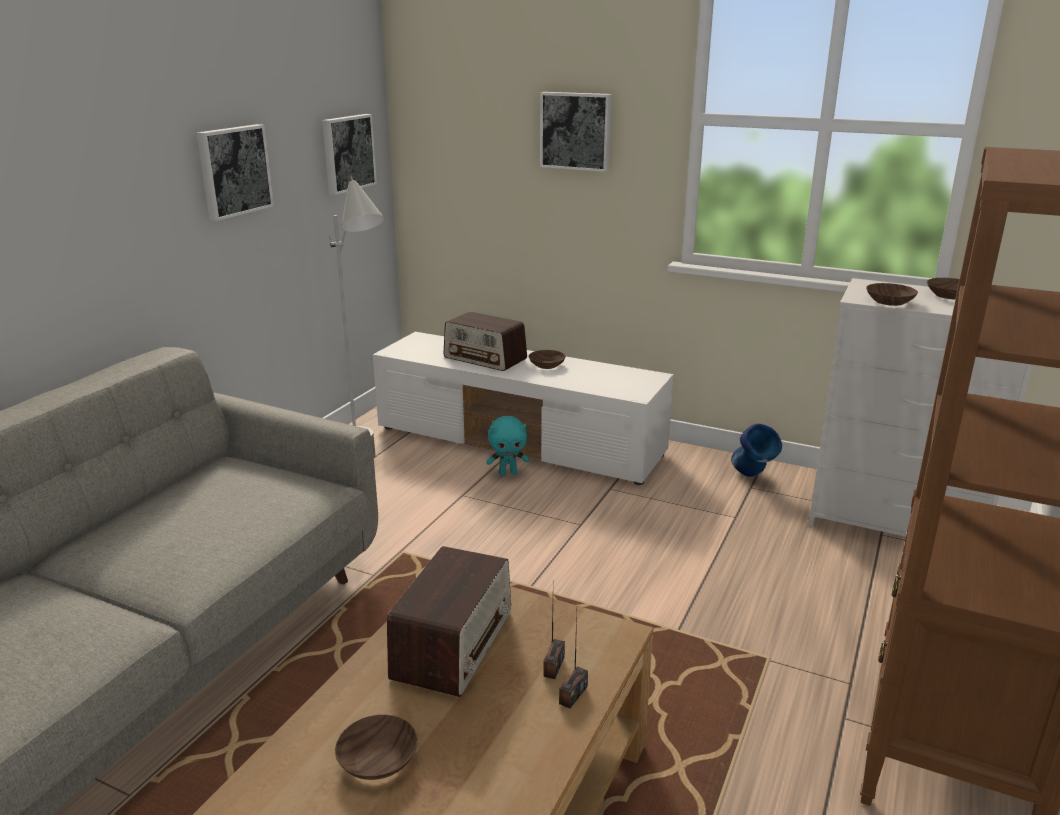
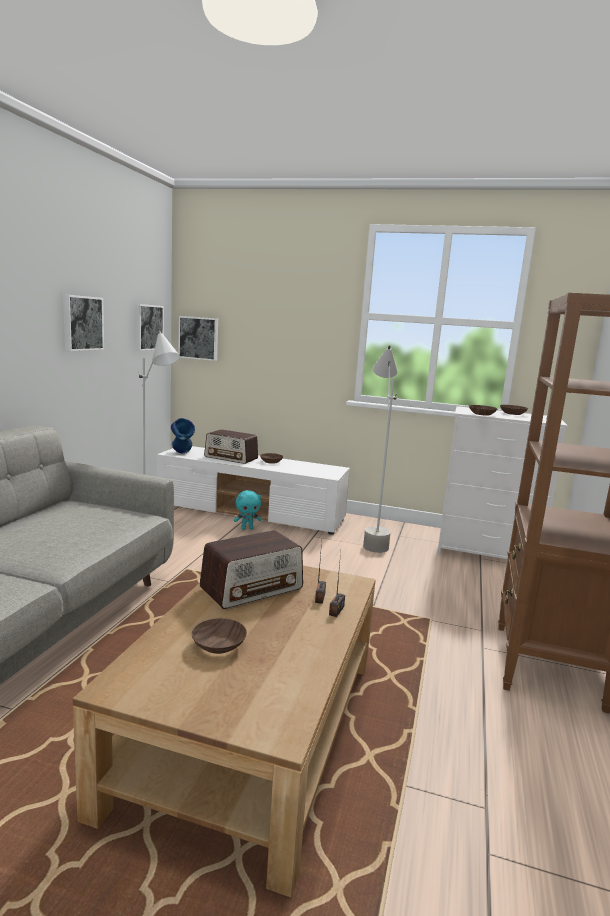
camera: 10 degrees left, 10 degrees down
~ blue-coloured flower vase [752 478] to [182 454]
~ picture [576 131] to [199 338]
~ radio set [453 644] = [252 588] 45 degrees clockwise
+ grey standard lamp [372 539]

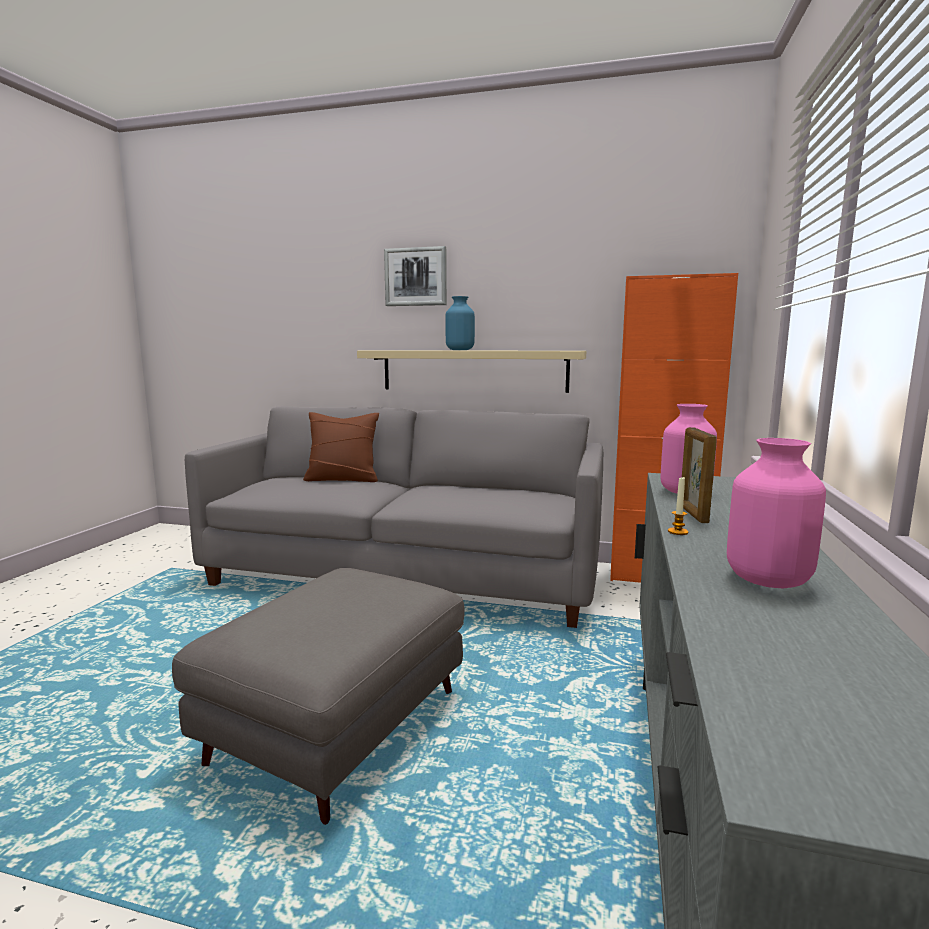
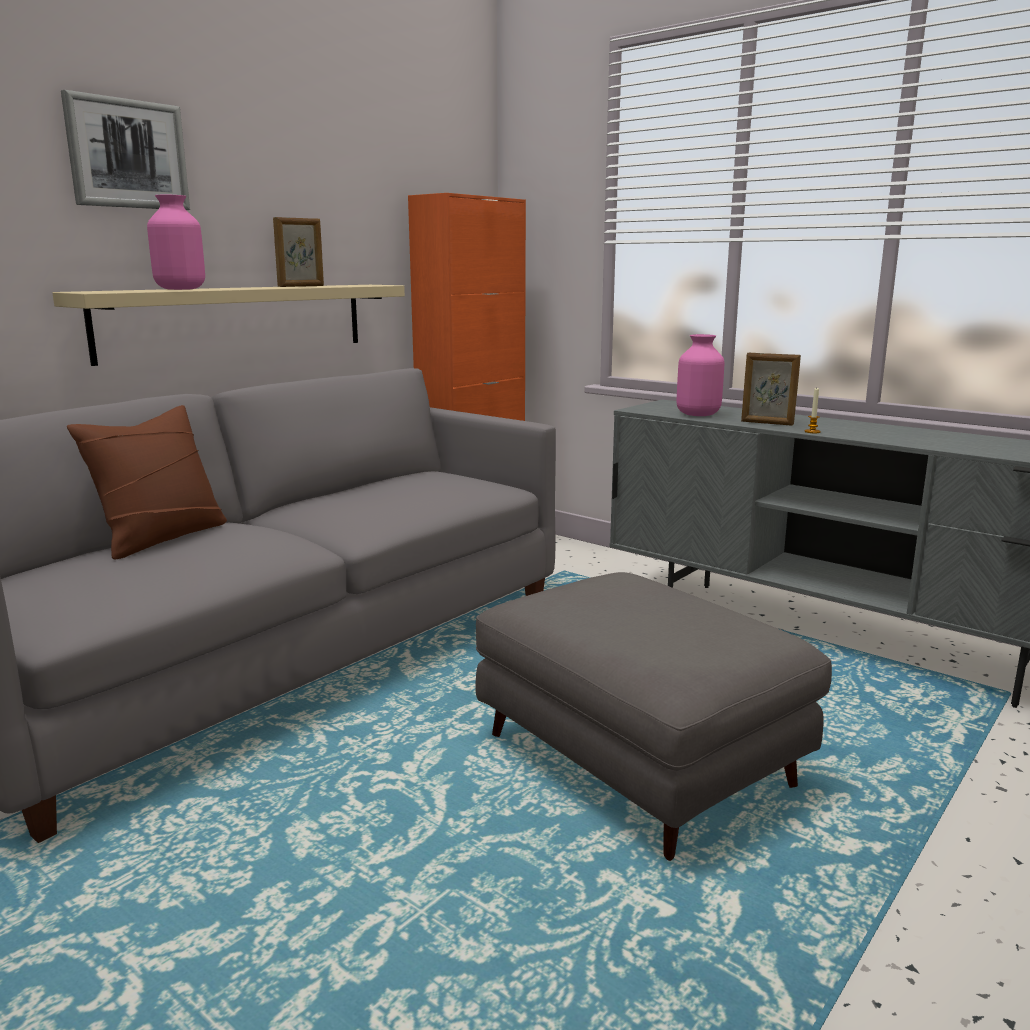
camera: 65 degrees left, 5 degrees up
~ pink-coloured flower vase [767 579] to [180 289]
+ photo frame [301 286]
- blue-coloured flower vase [459 350]

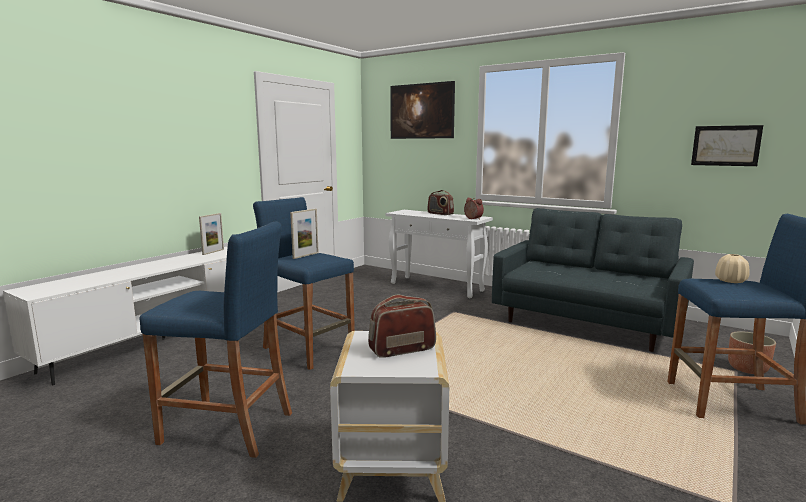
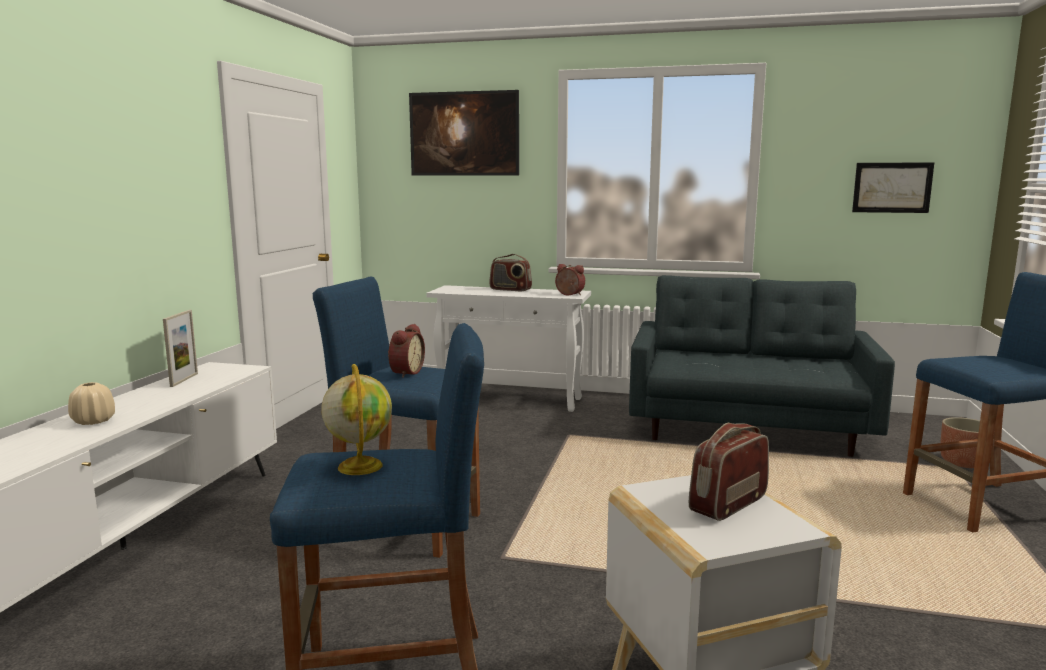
camera: 20 degrees left, 0 degrees up
~ beige-coloured flower vase [730 281] to [93 421]
+ world globe [359 466]
~ photo frame [305 255] to table clock [405 373]

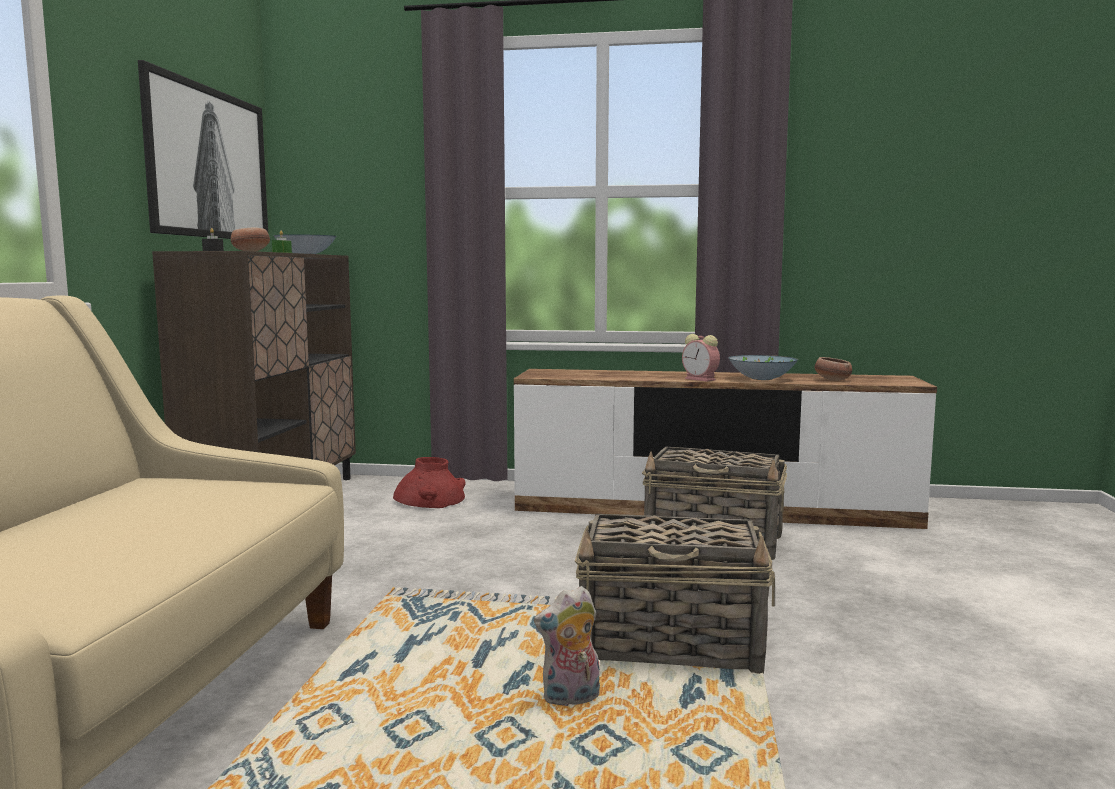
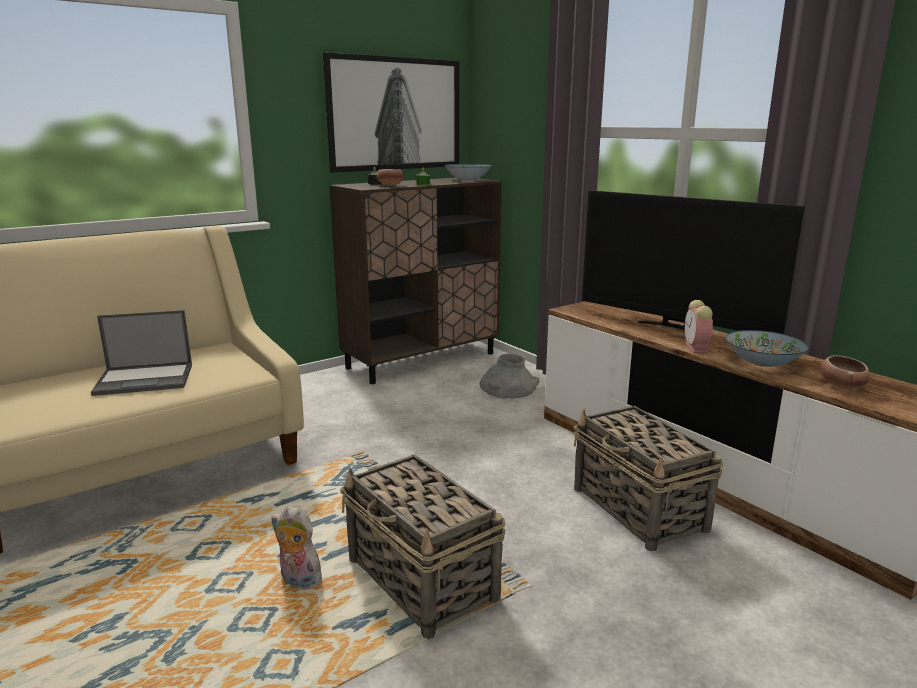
camera: 45 degrees right, 10 degrees up
+ laptop [146 379]
~ red flower vase [430 499] to grey flower vase [508 388]
+ TV set [673 327]

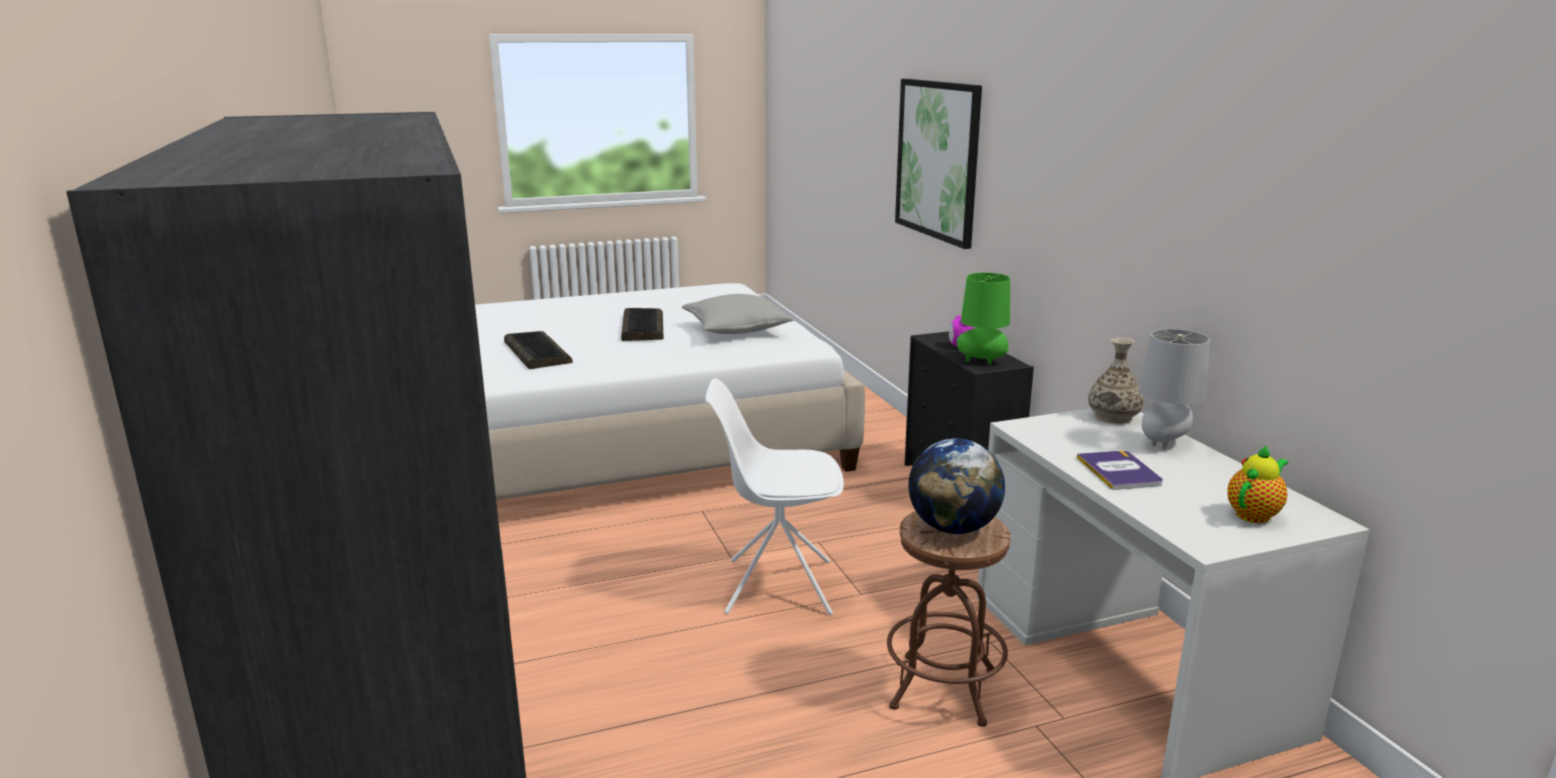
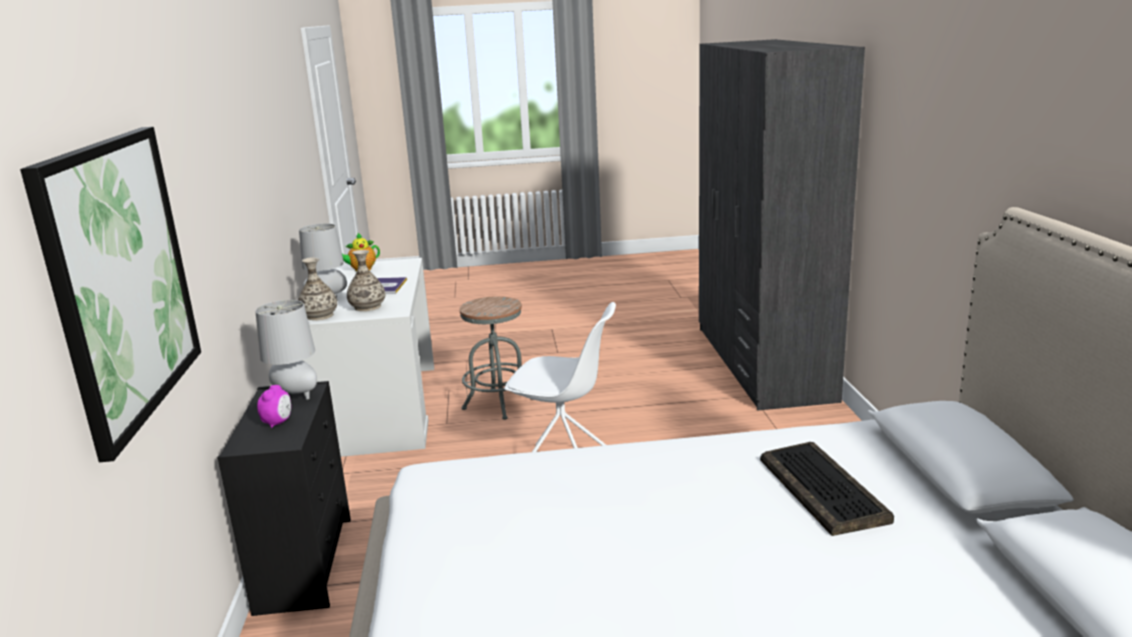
camera: 165 degrees left, 0 degrees up
~ green tabletop lamp [982 362] to grey tabletop lamp [295 396]
+ flower vase [368 307]
~ brown sitting stool [943 689] to grey sitting stool [498 404]
- PC keyboard [642 326]
- grey cushion [736 330]
- world globe [953 528]

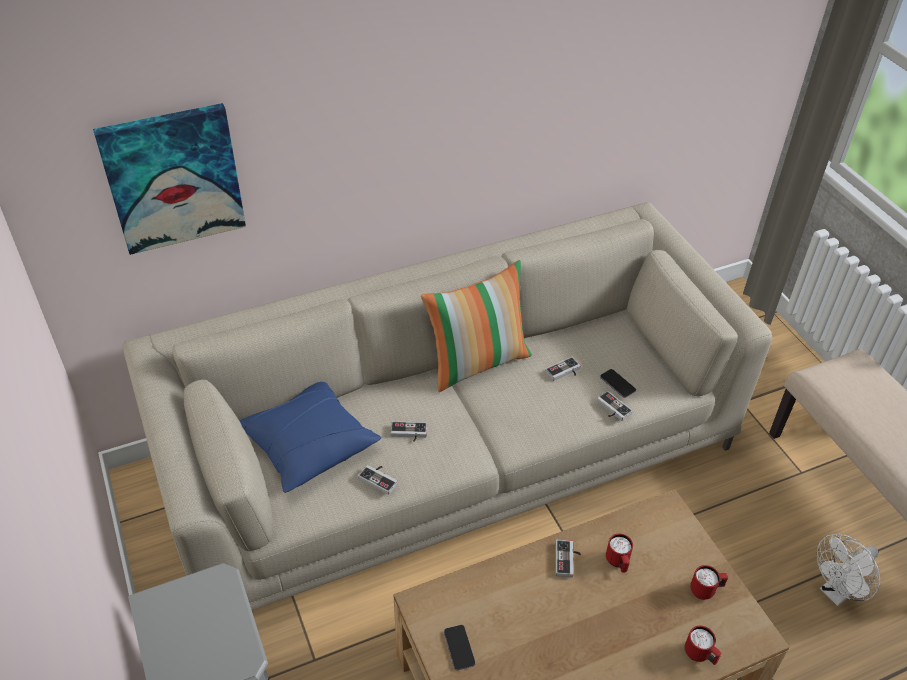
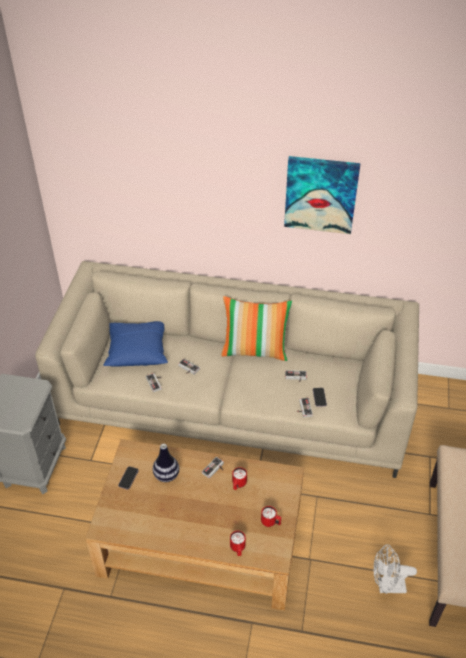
camera: 35 degrees right, 0 degrees up
+ flower vase [166 475]
~ picture [173 178] to [321 194]

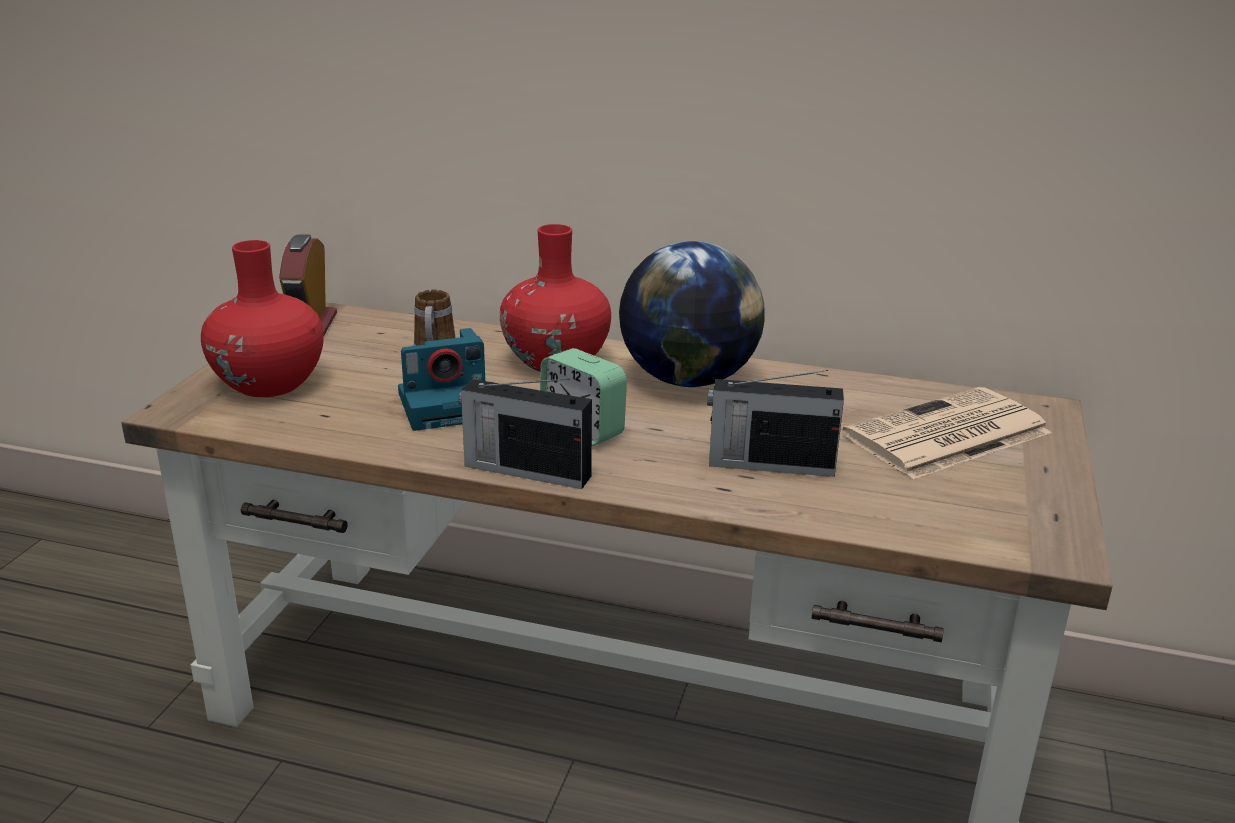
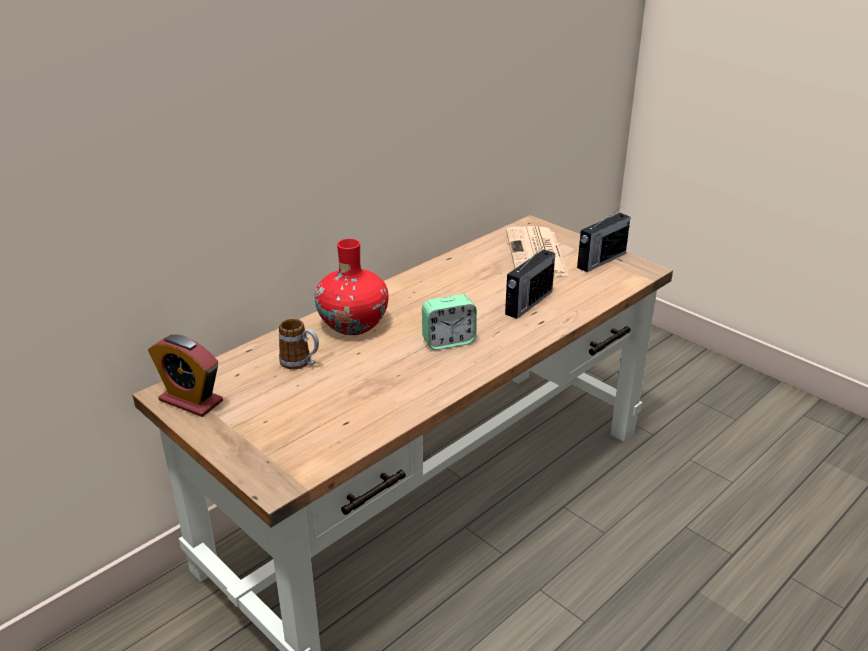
camera: 60 degrees left, 5 degrees up
~ radio set [525 470] to [600 260]
- red flower vase [269 384]
- still camera [447 405]
- world globe [687 380]

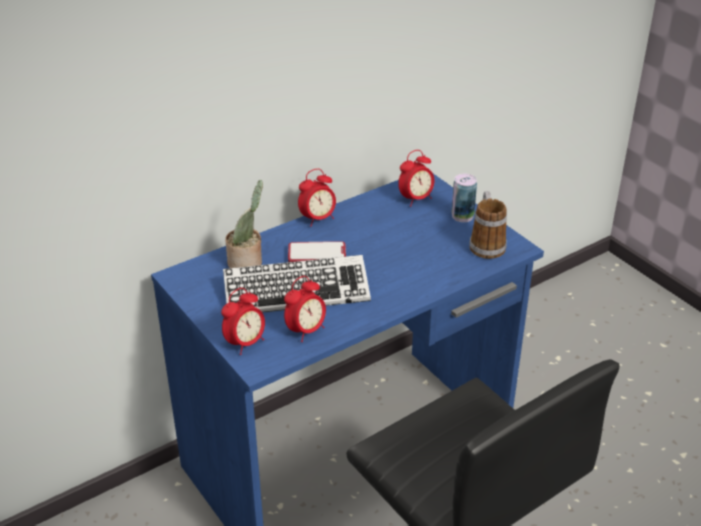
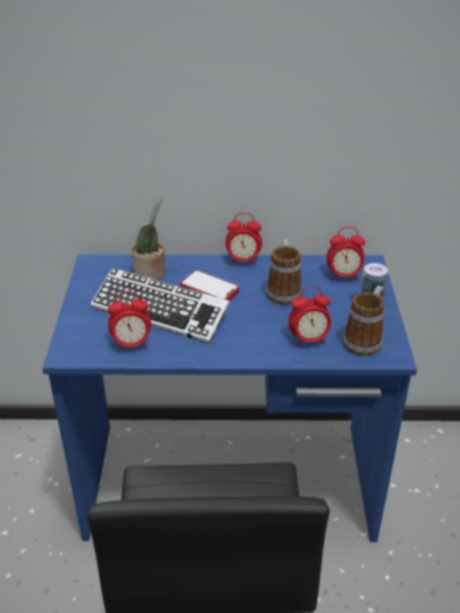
camera: 35 degrees right, 0 degrees up
+ tea mug [283 290]
~ table clock [245 343] to [308 340]

